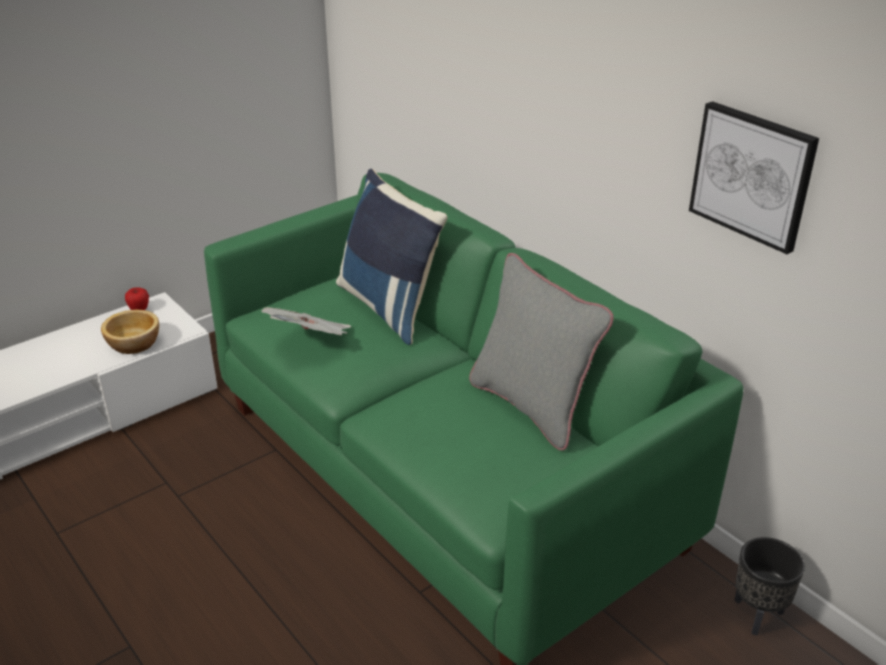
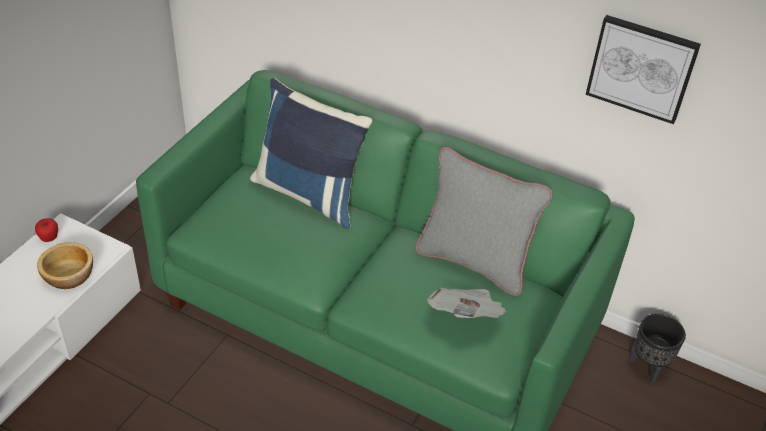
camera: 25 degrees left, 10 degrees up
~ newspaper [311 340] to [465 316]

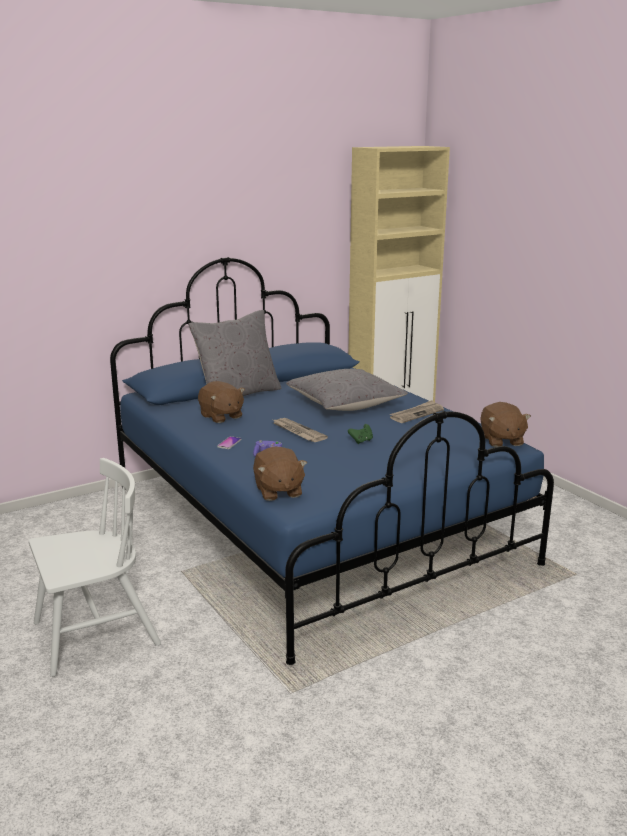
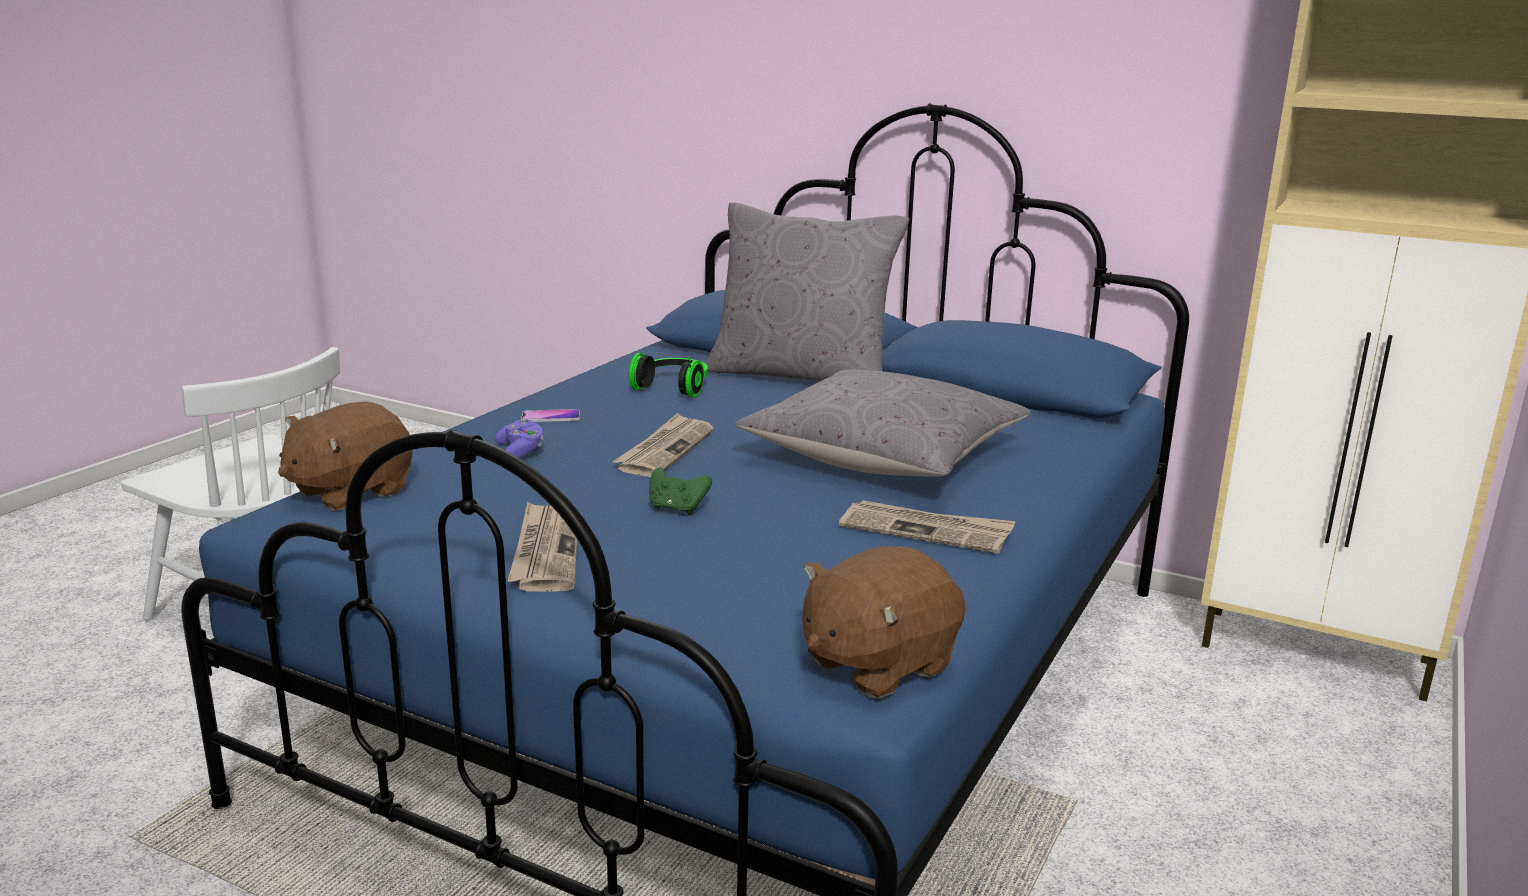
camera: 60 degrees right, 0 degrees up
+ newspaper [545 551]
~ brown cuddly toy [221 416] to headset [673 388]

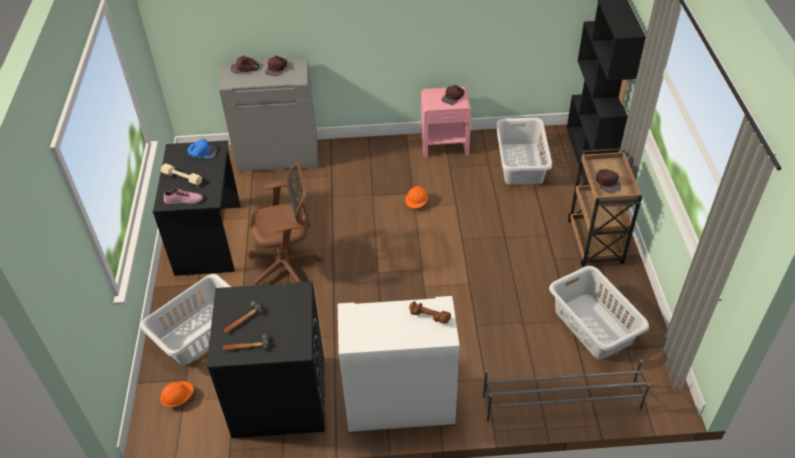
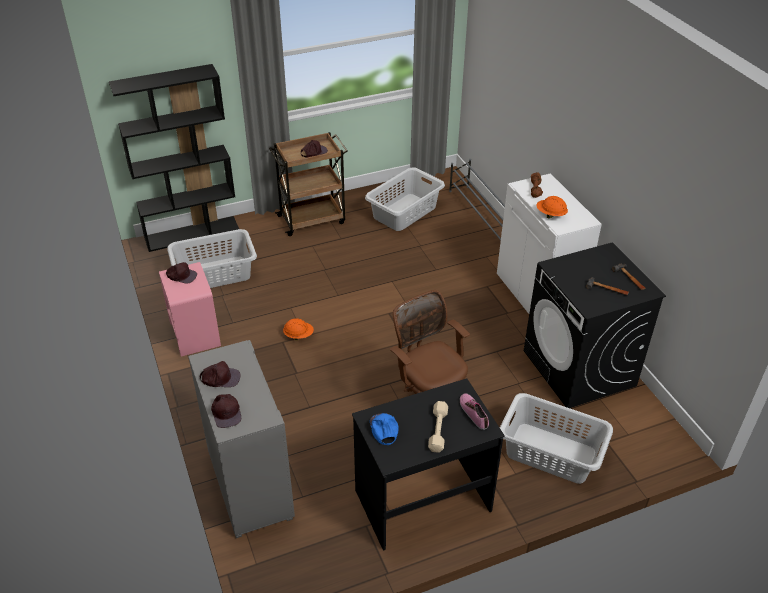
camera: 110 degrees left, 5 degrees down
~ orange hard hat [178 398] to [550 215]

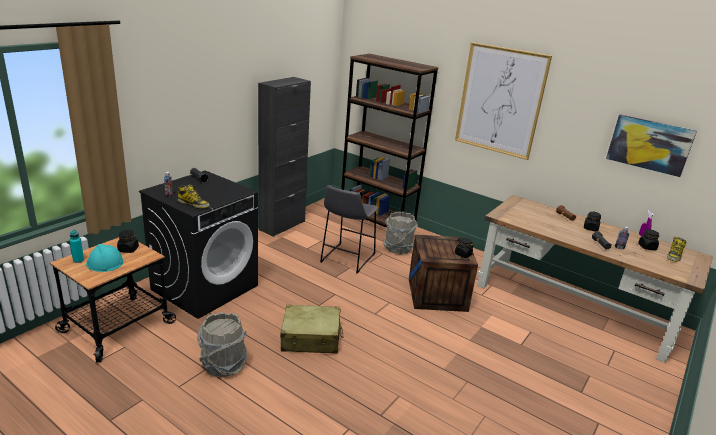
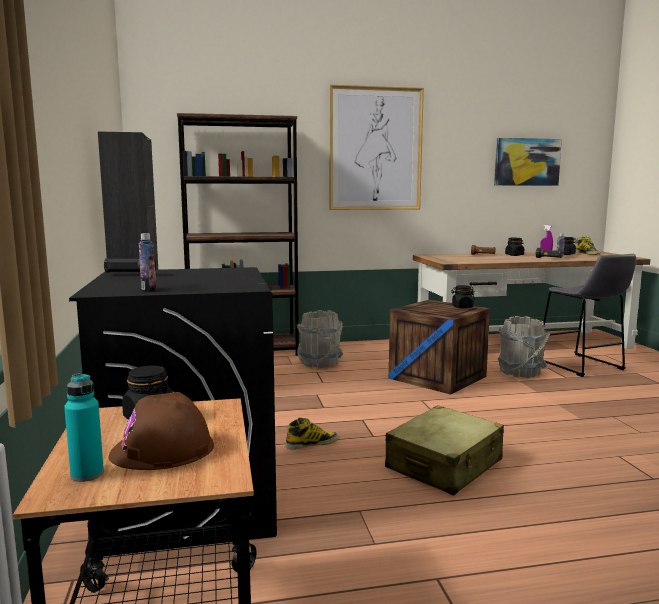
camera: 45 degrees left, 15 degrees down
~ turquoise-coloured hard hat [104 263] to brown hard hat [163 449]
~ boot [194 204] to [312 443]
~ grey pail [223 365] to [520 372]
~ grey sitting stool [346 259] to [582 366]

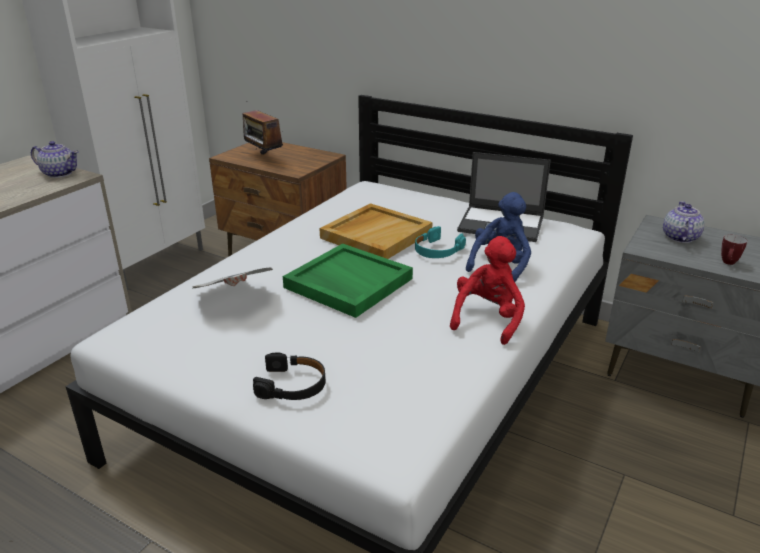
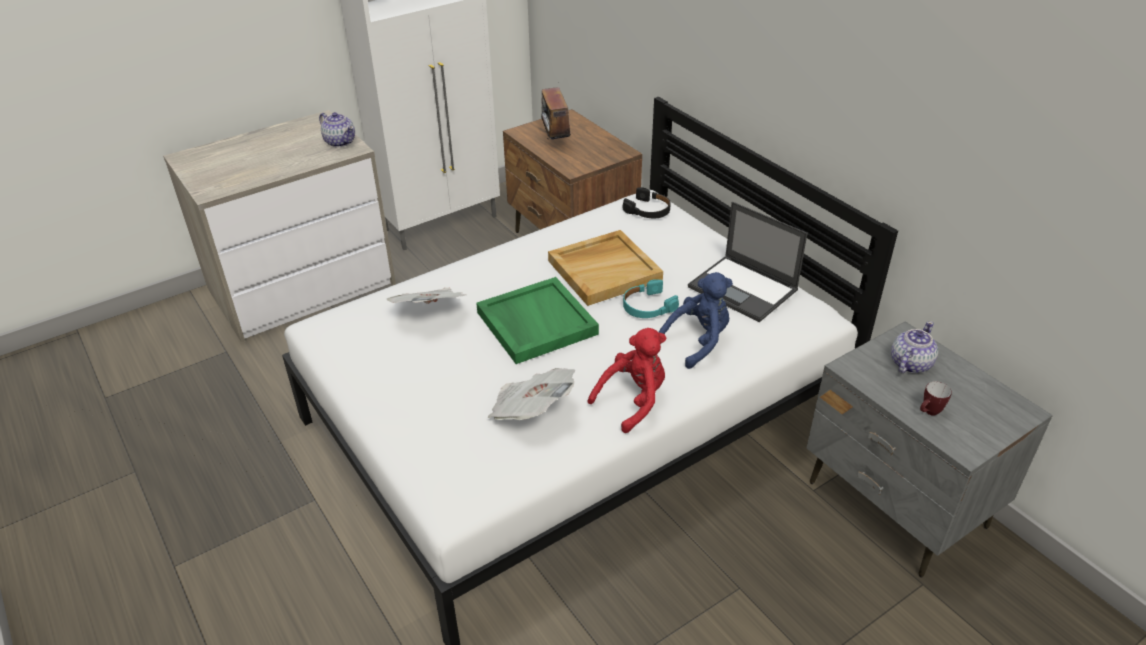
camera: 25 degrees right, 10 degrees up
+ newspaper [531 411]
~ blackish headset [292 385] to [648 210]

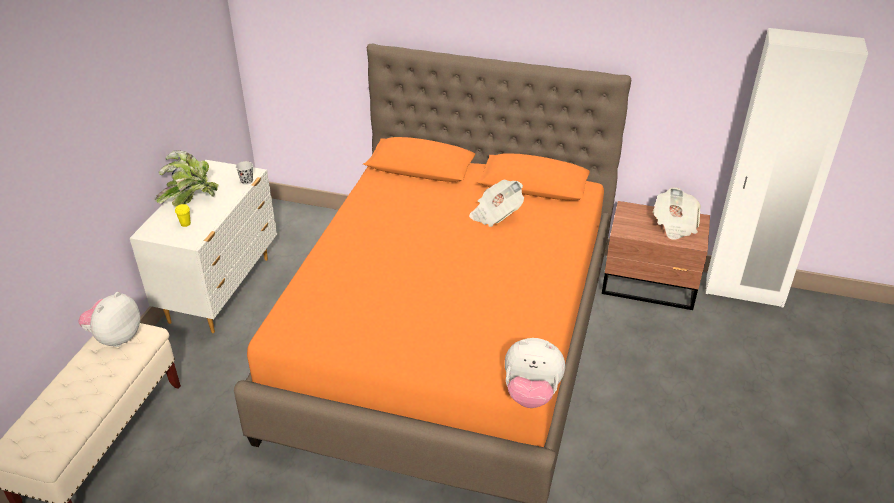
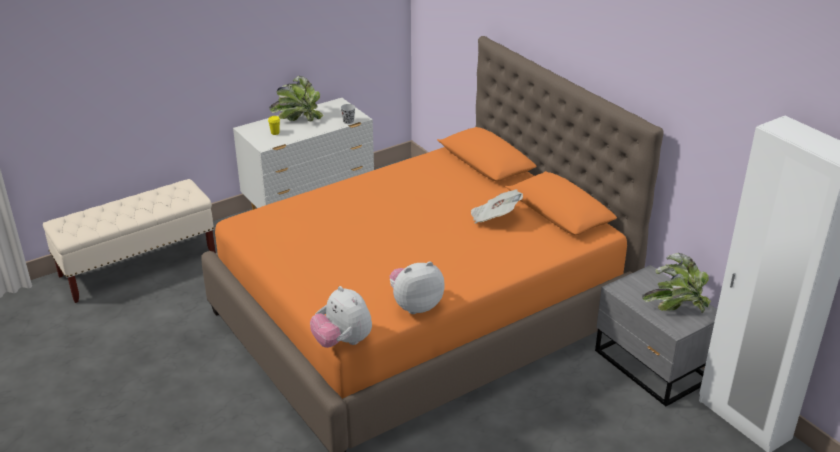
camera: 40 degrees right, 5 degrees down
~ cuddly toy [116 337] to [415 305]
~ brown bedside table [650 285] to grey bedside table [652 367]
~ newspaper [674 225] to plant in a pot [676 306]

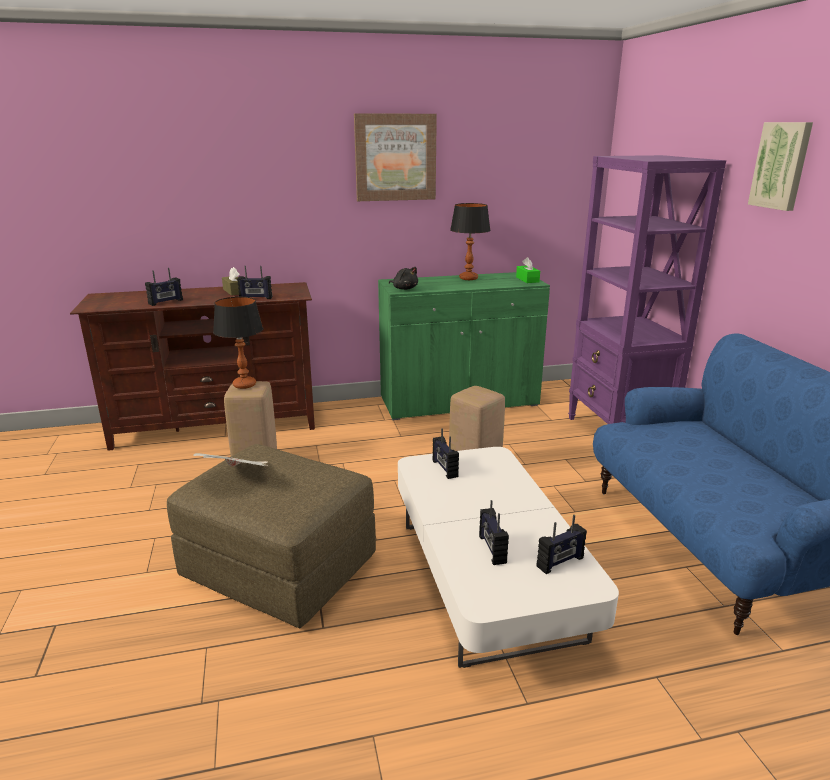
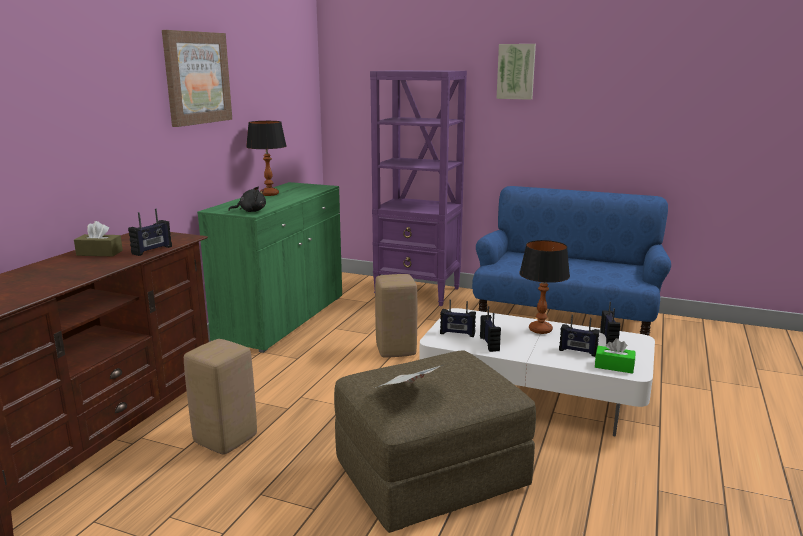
camera: 55 degrees left, 5 degrees down
~ radio set [166 302] to [490 344]
~ tabletop lamp [245 385] to [540 330]
~ green box of tissues [527 279] to [614 366]

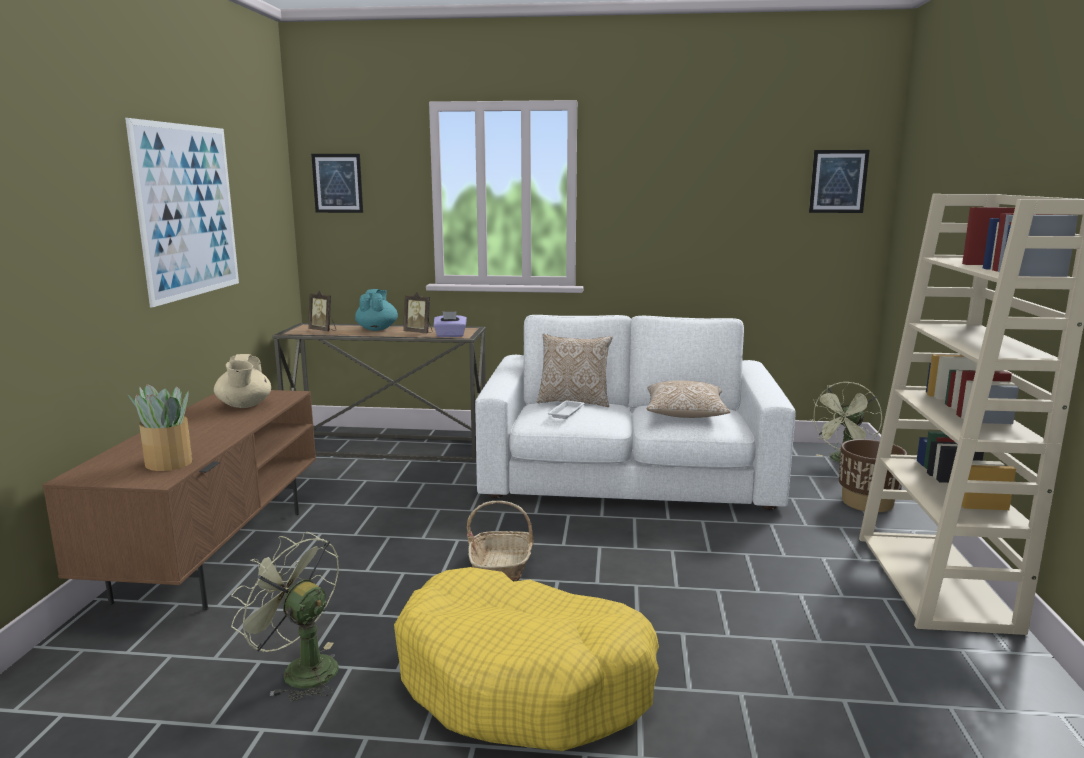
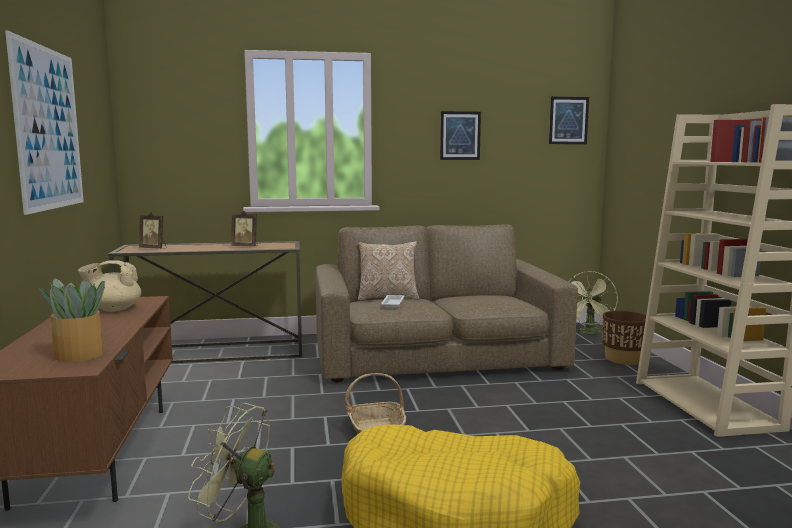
camera: 15 degrees left, 5 degrees down
~ beige-coloured teapot [244 405] = [114 309] 105 degrees clockwise
~ whitish couch [629 474] to brown couch [436 355]
~ picture [337 183] to [460 135]
- turquoise-coloured teapot [377 329]
- purple-coloured box of tissues [450 335]
- cushion [685 415]

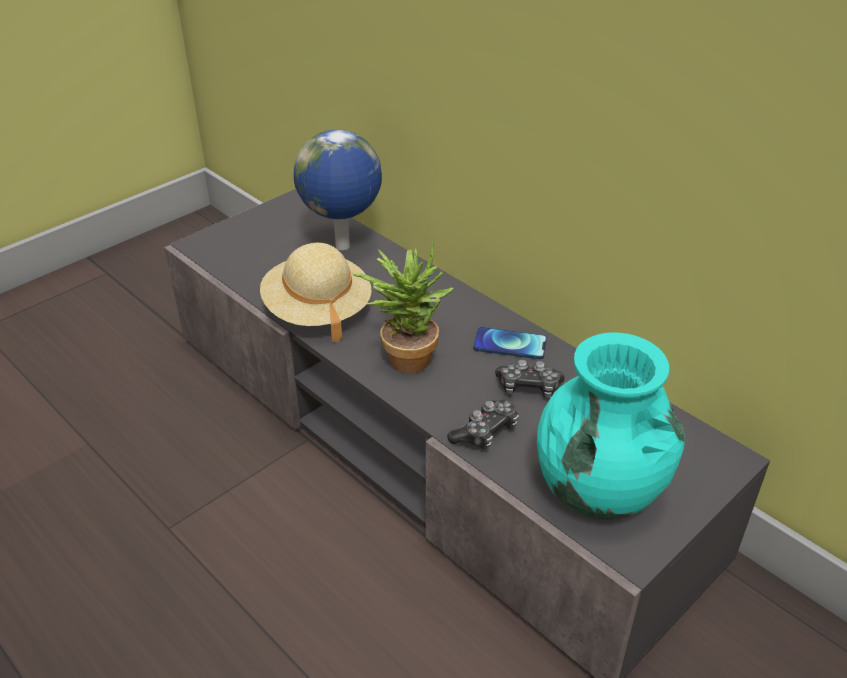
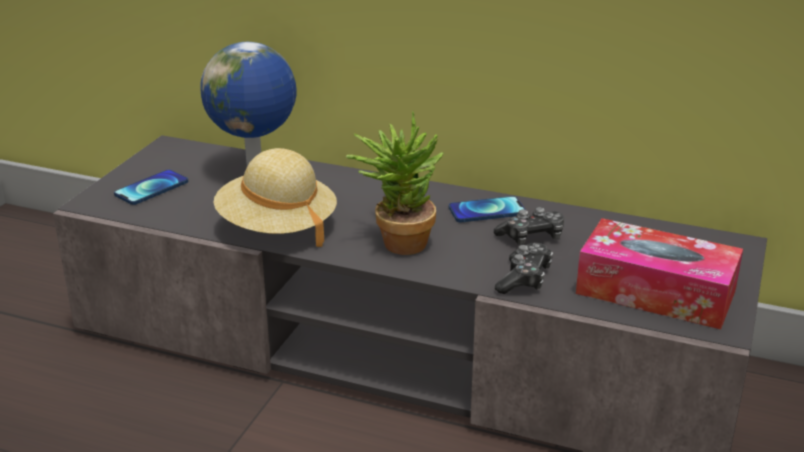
camera: 25 degrees left, 10 degrees down
+ handset [151 188]
~ turquoise-coloured flower vase [598 489] to box of tissues [655 292]

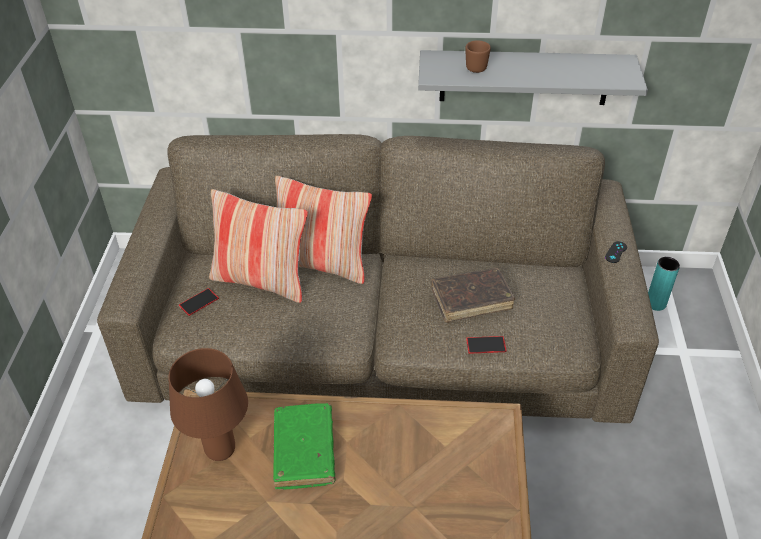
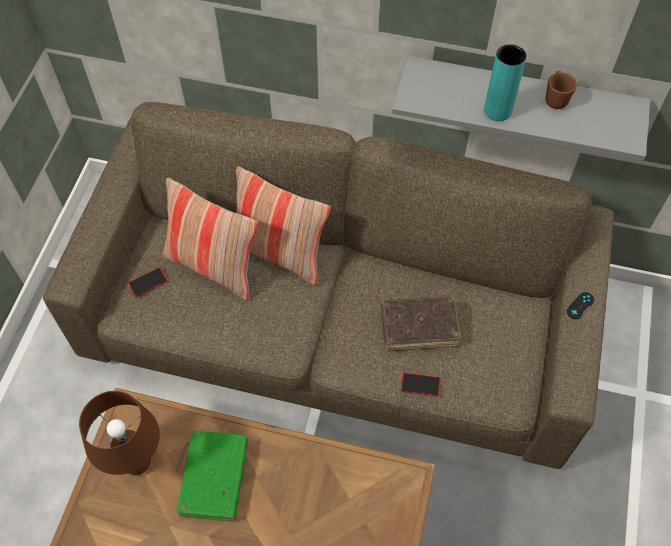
camera: 10 degrees right, 15 degrees up
~ turquoise-coloured flower vase [655 303] to [497 111]
~ brown tea mug [475 66] to [555 98]

